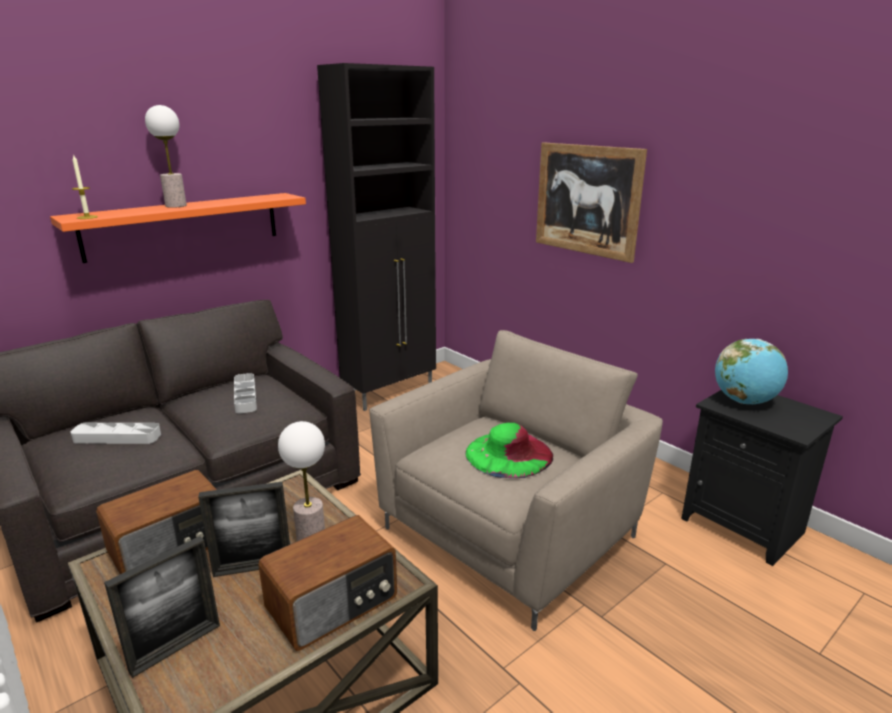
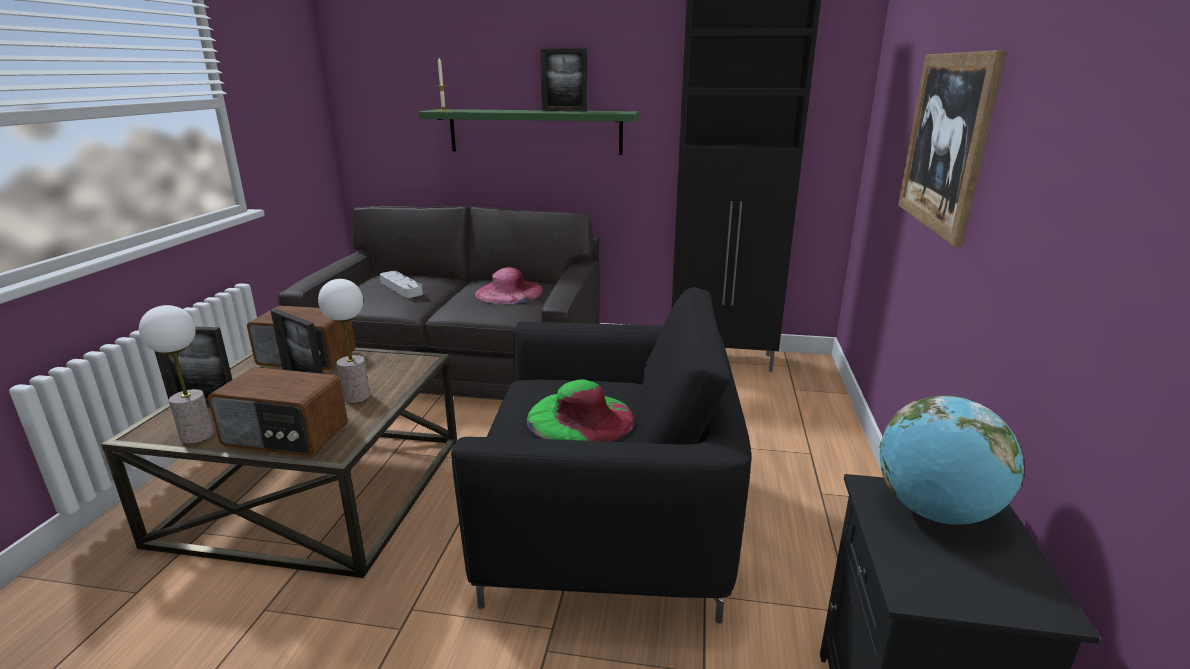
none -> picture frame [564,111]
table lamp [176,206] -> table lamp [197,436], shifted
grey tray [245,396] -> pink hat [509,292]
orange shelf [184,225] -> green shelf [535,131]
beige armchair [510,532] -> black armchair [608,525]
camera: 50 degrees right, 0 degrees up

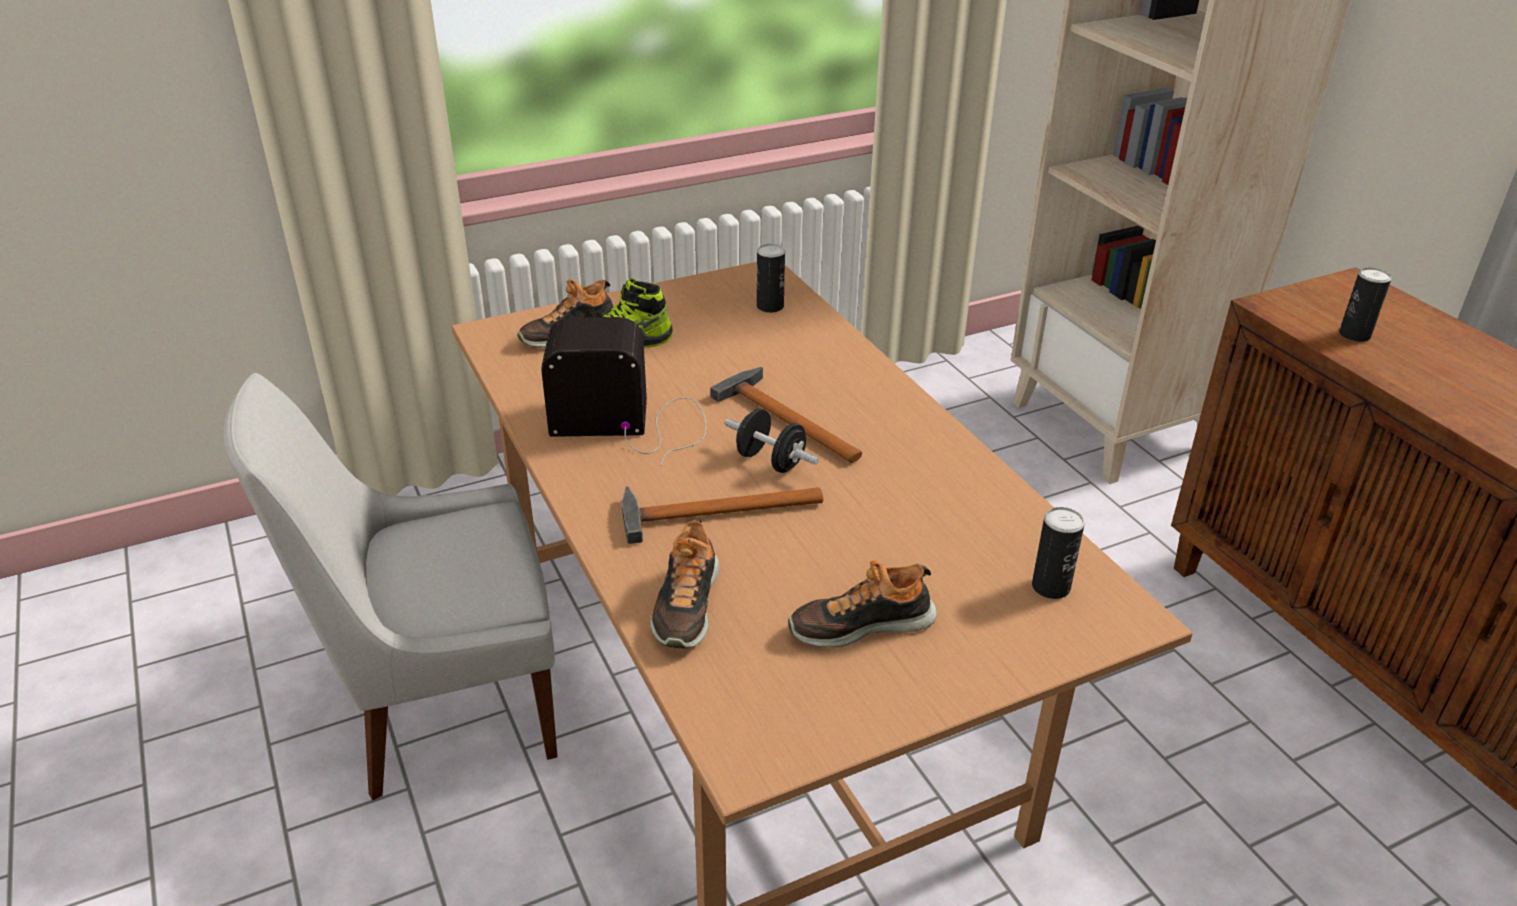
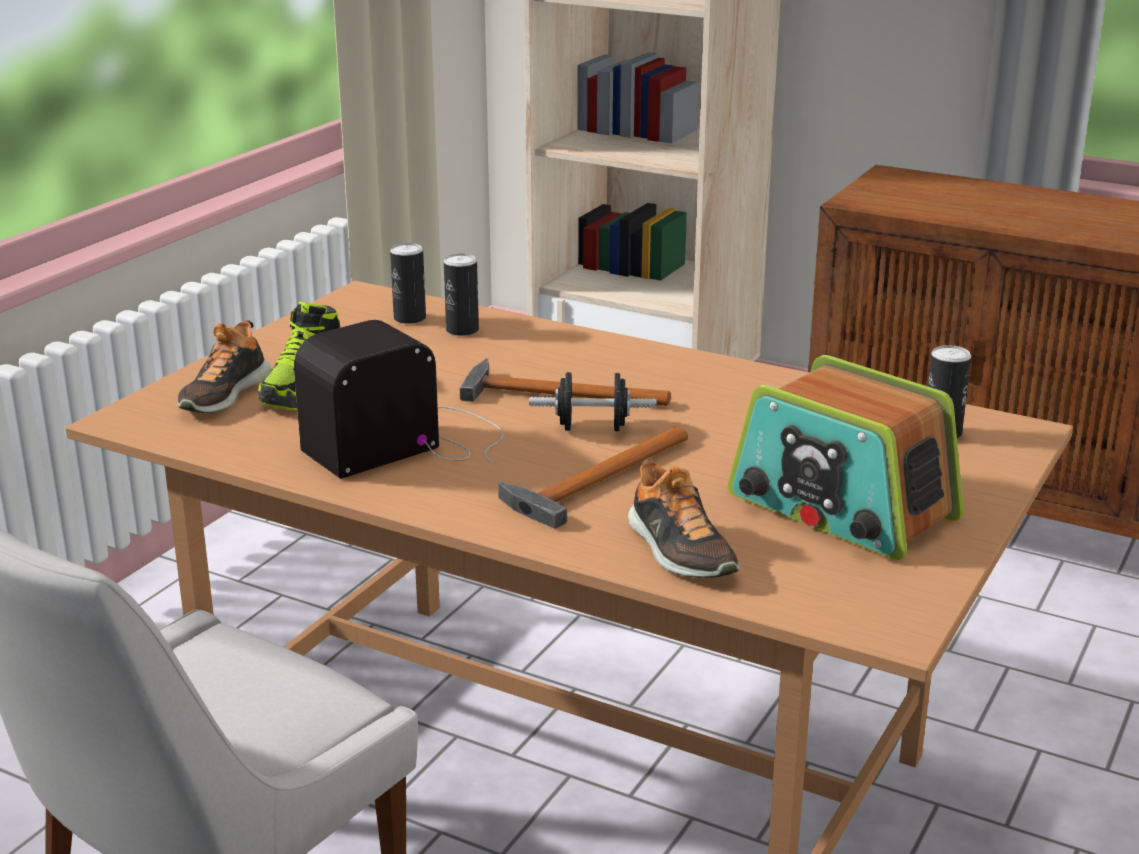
can [1354,335] -> can [462,330], shifted
shoe [861,624] -> radio [841,508]
camera: 35 degrees left, 10 degrees down

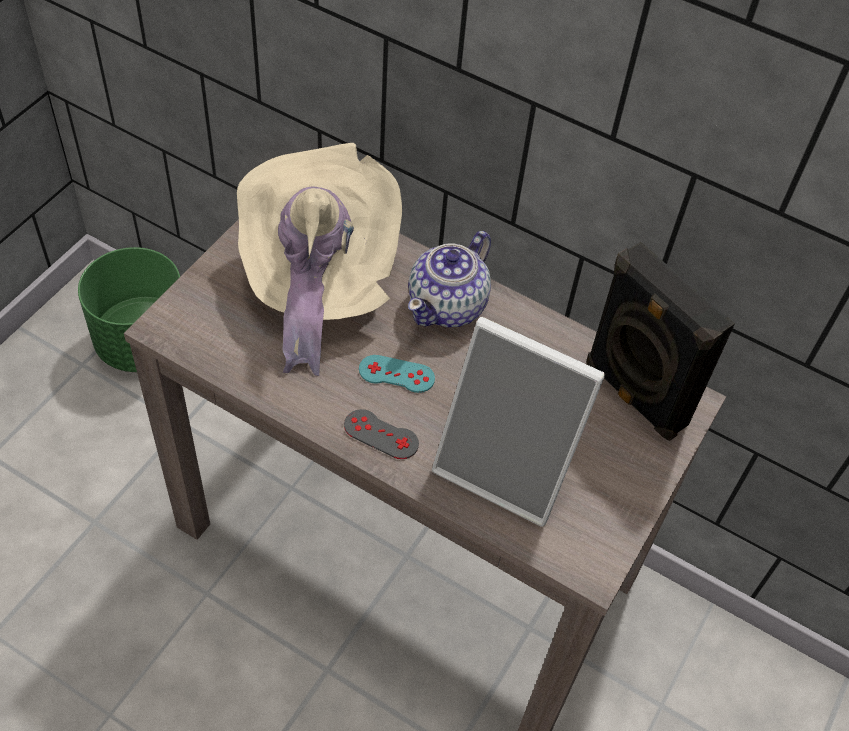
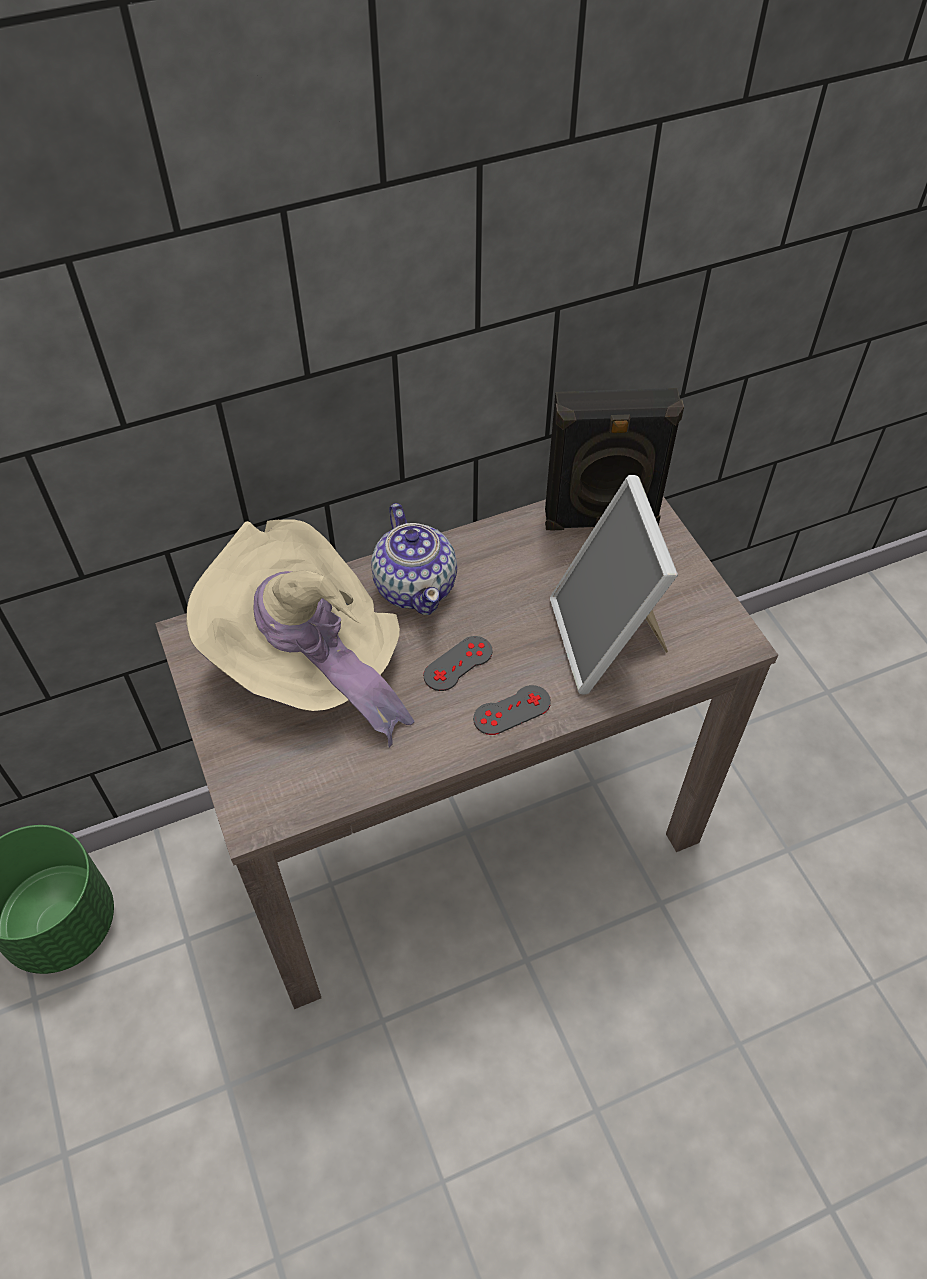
turquoise game controller [396,374] -> grey game controller [458,663]
picture frame [507,466] -> picture frame [607,640], 105 degrees clockwise
camera: 50 degrees left, 0 degrees up

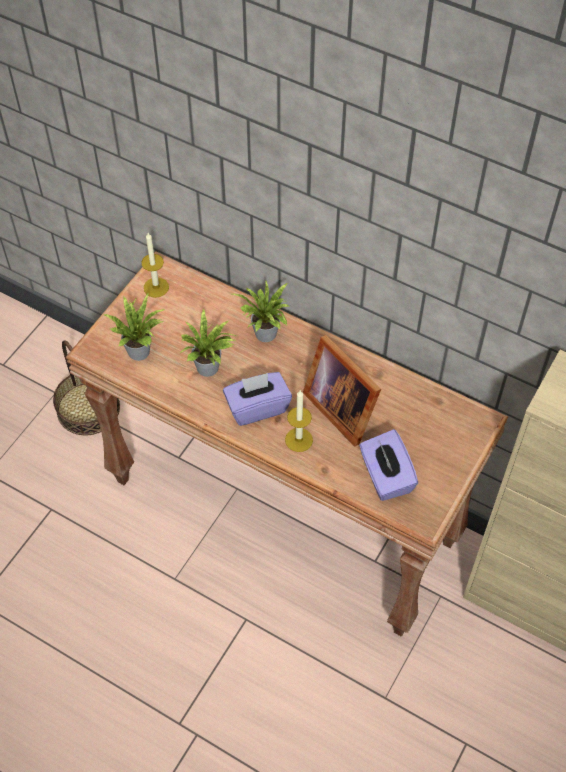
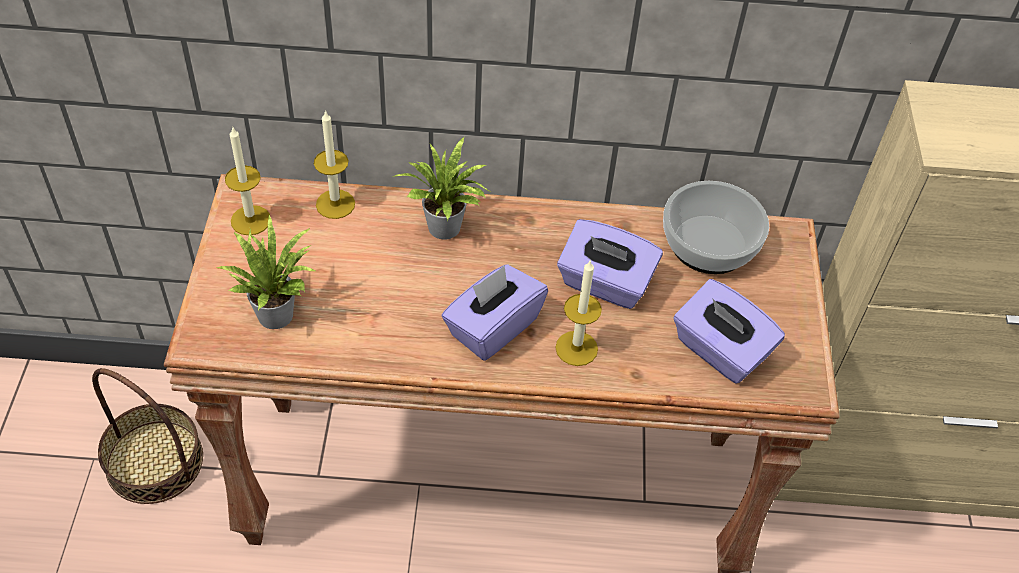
potted plant [210,369] -> none
none -> candle [335,204]
none -> bowl [708,243]
picture frame [341,406] -> purple tissue box [605,283]
camera: 30 degrees left, 5 degrees down

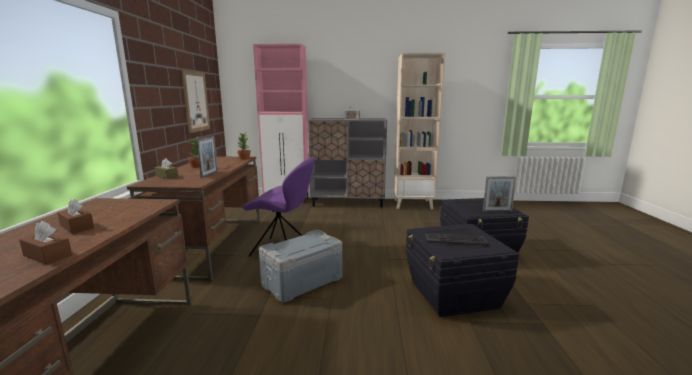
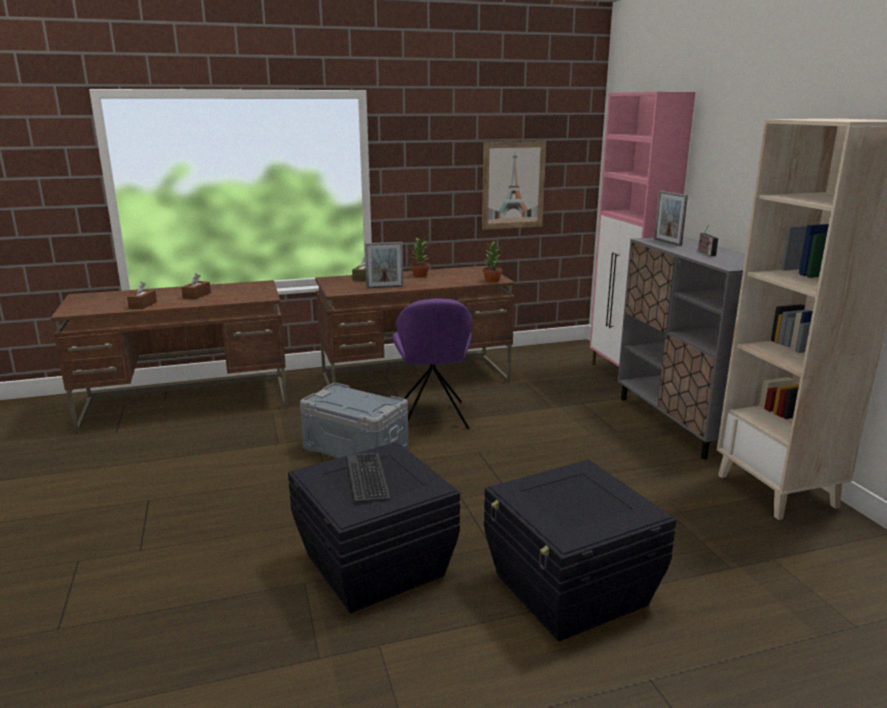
picture frame [497,211] -> picture frame [667,242], shifted
camera: 70 degrees right, 5 degrees up

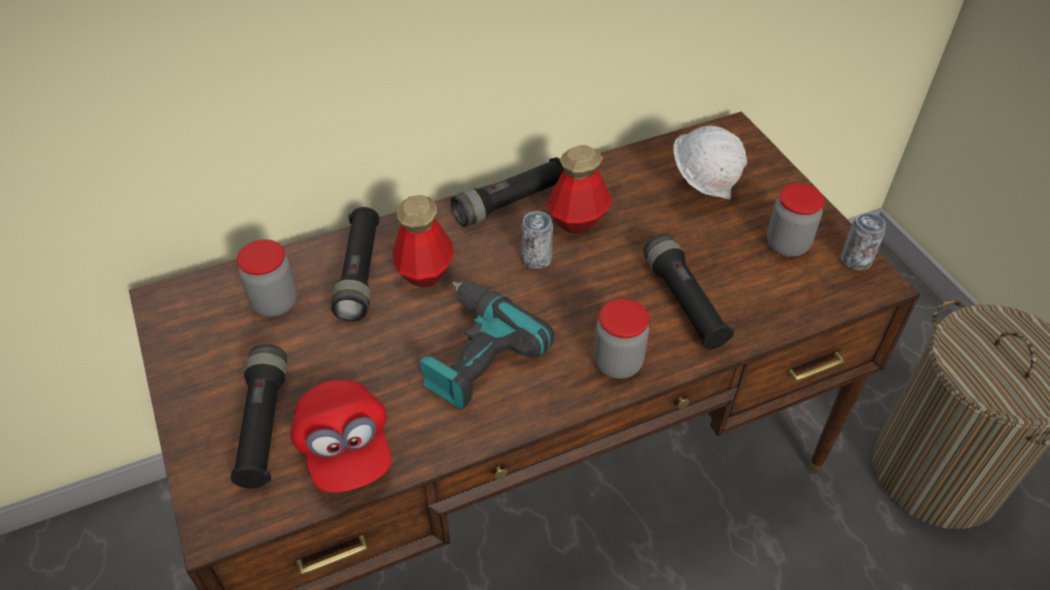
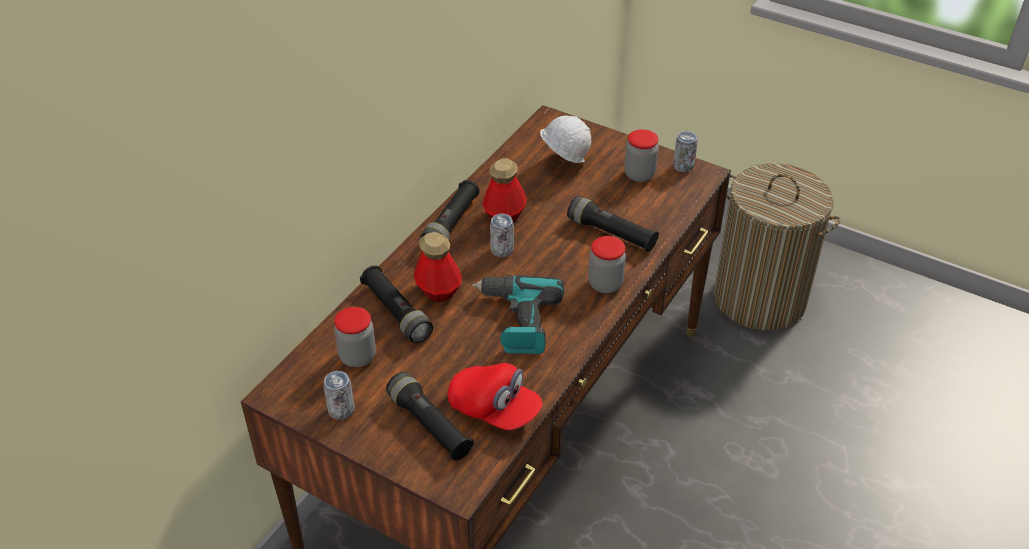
none -> can [341,410]
camera: 35 degrees left, 5 degrees down

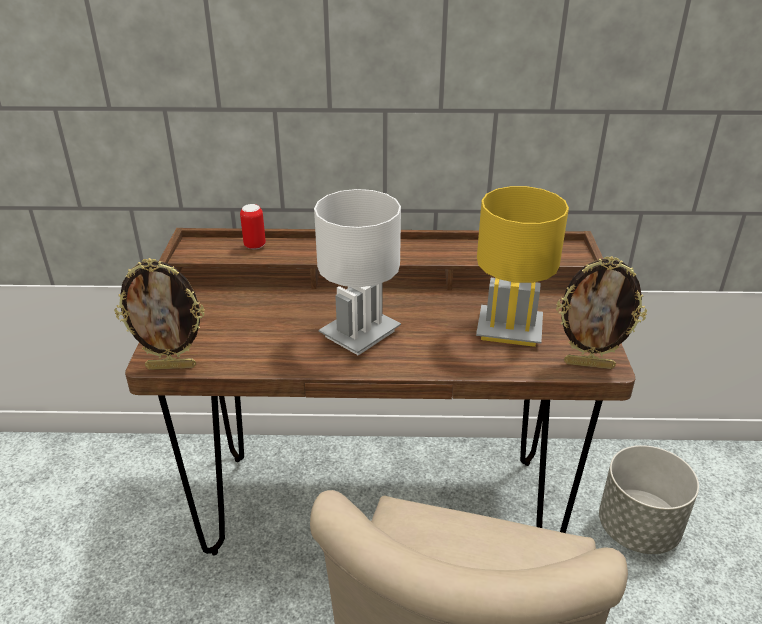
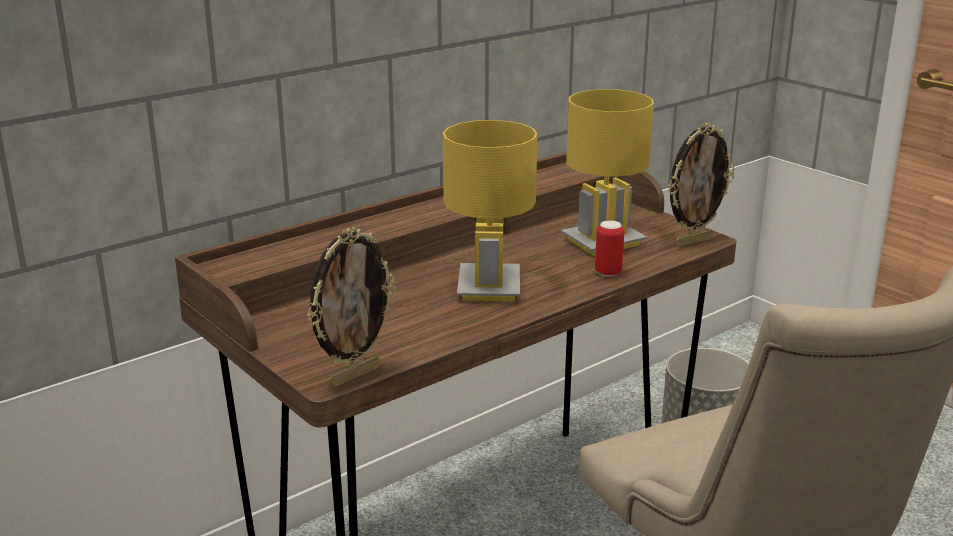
can [255,246] -> can [608,273], shifted
white table lamp [359,334] -> yellow table lamp [488,287]
camera: 40 degrees left, 10 degrees down

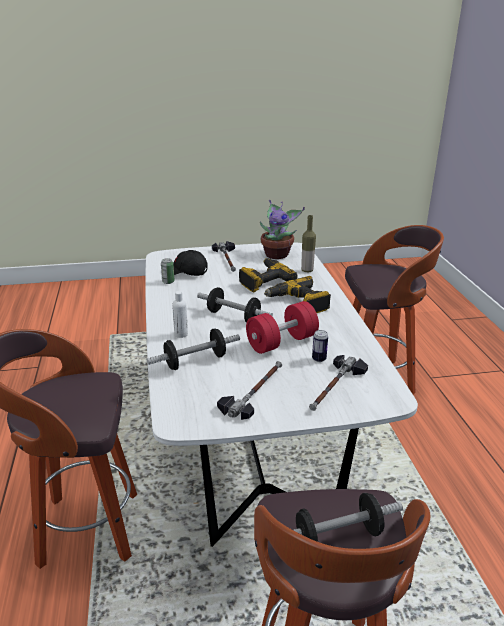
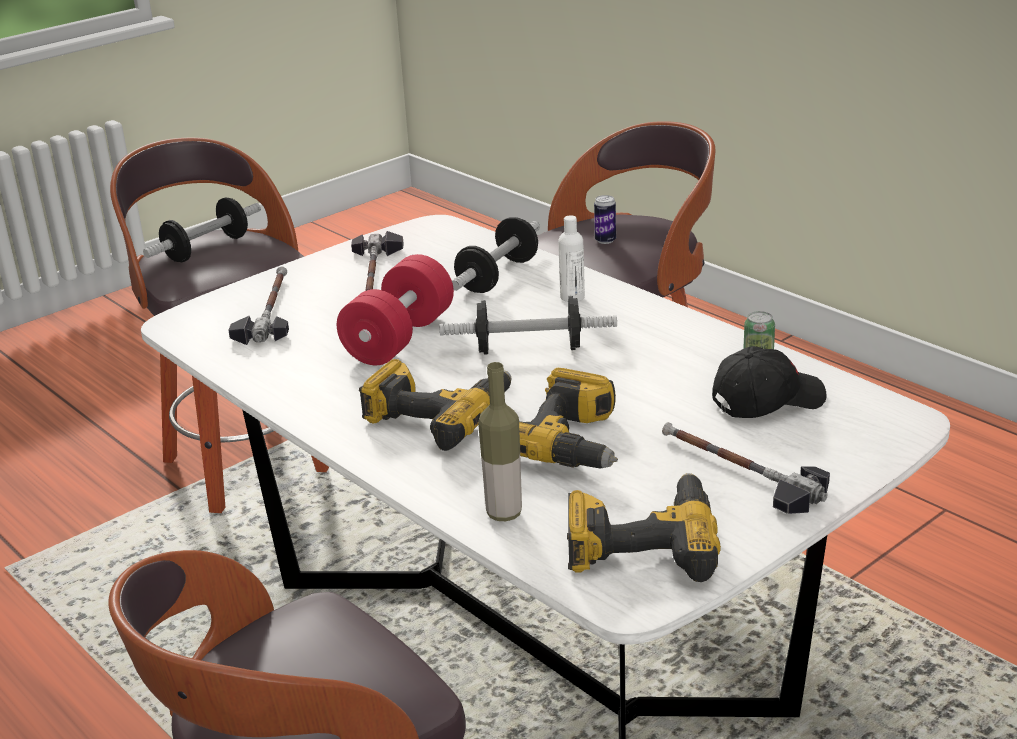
can [319,359] -> can [605,240], shifted
potted plant [278,254] -> power drill [641,543]
camera: 150 degrees right, 0 degrees up

